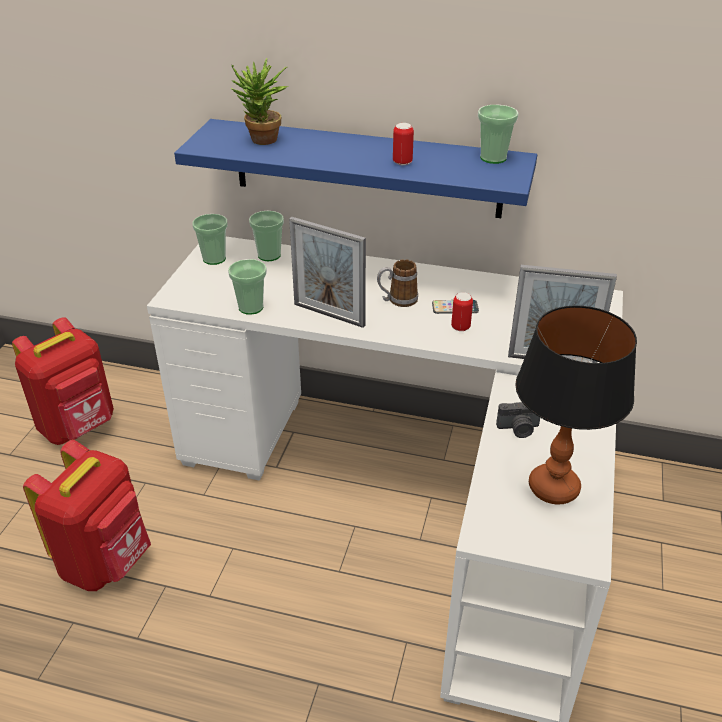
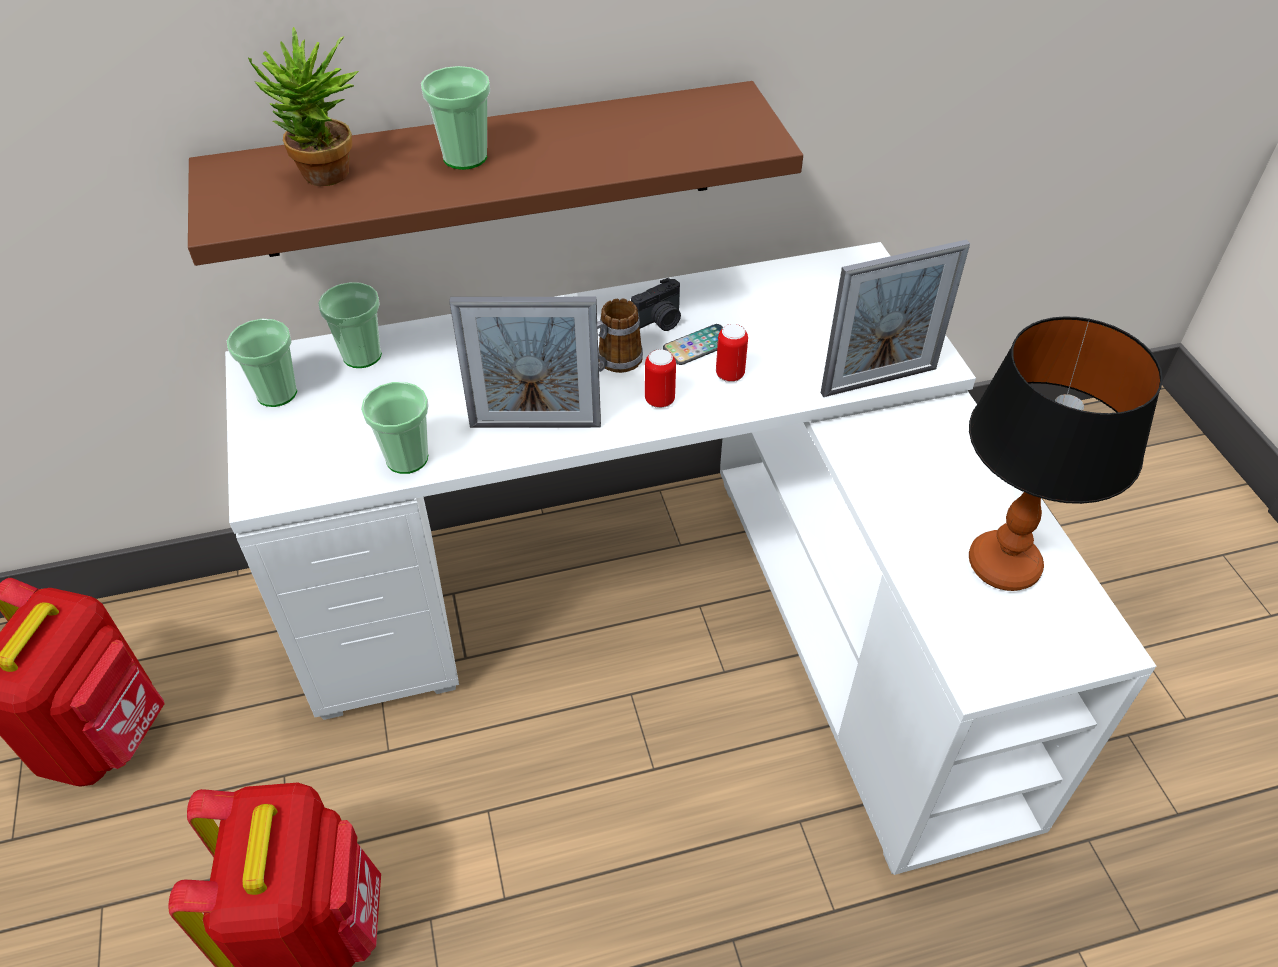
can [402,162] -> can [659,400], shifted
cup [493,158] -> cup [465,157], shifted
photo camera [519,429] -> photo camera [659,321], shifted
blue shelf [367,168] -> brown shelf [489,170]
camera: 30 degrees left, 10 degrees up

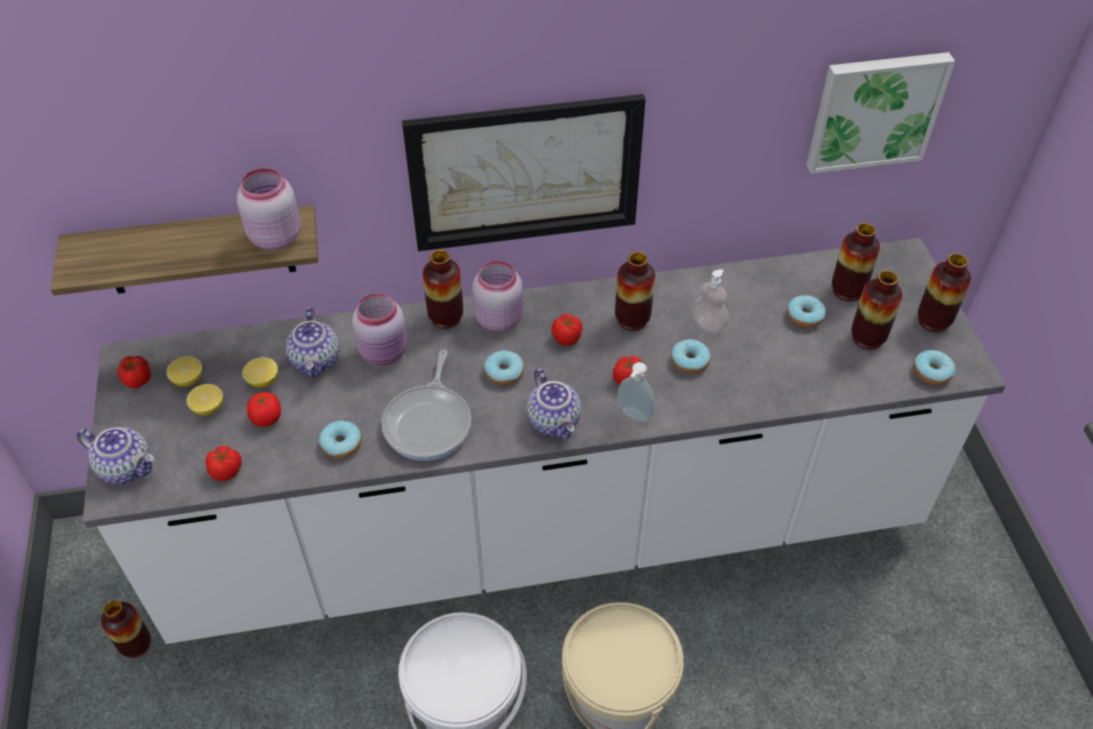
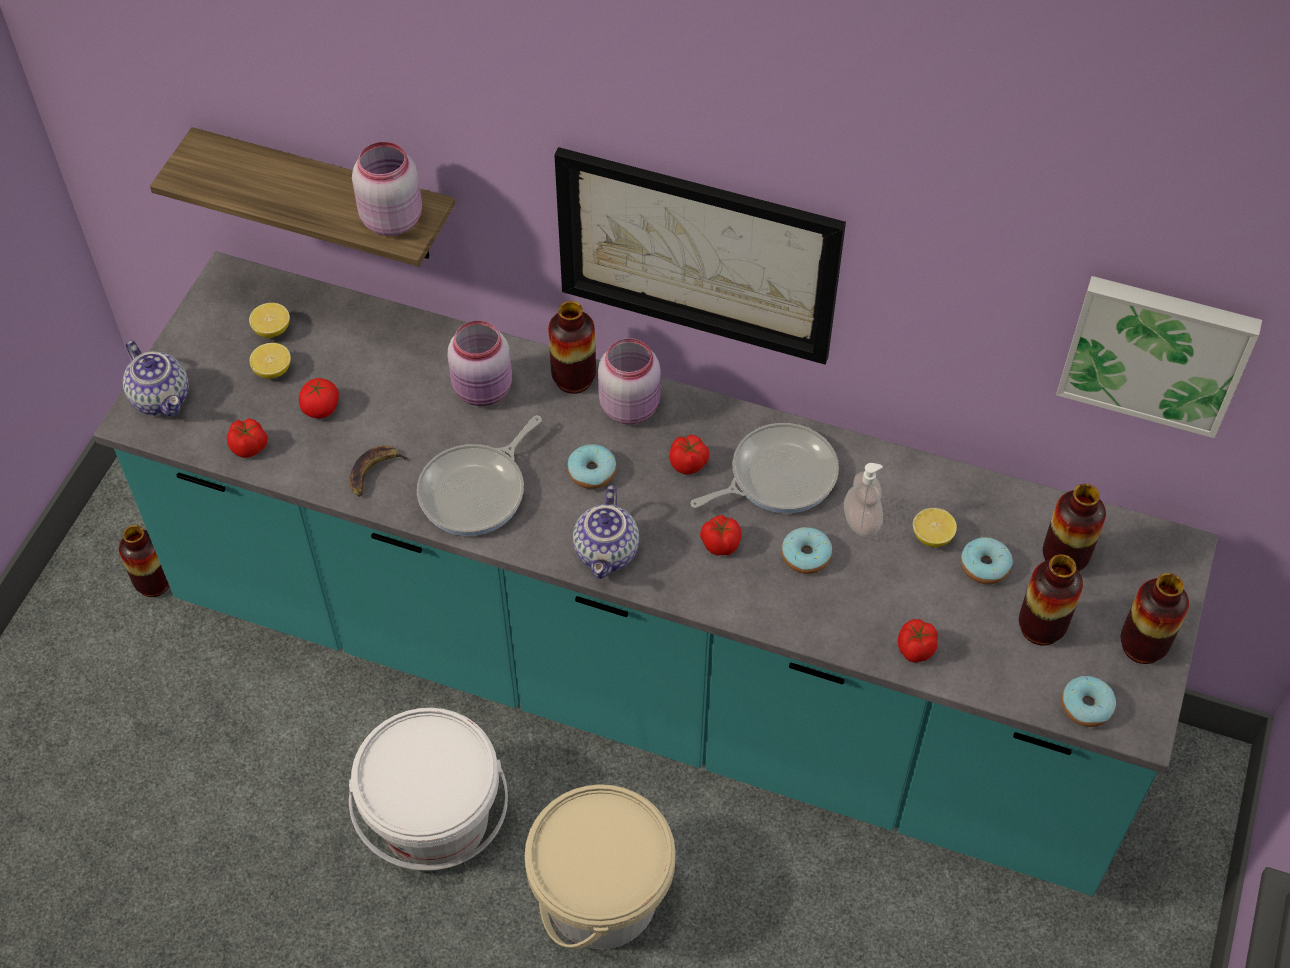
teapot [316,360] -> none
soap dispenser [633,416] -> none
tomato [137,380] -> tomato [915,650], shifted
lemon [263,380] -> lemon [932,537], shifted
donut [341,444] -> banana [375,472]
vase [632,320] -> frying pan [777,476]
white counter [546,528] -> turquoise counter [645,673]
camera: 30 degrees right, 5 degrees up

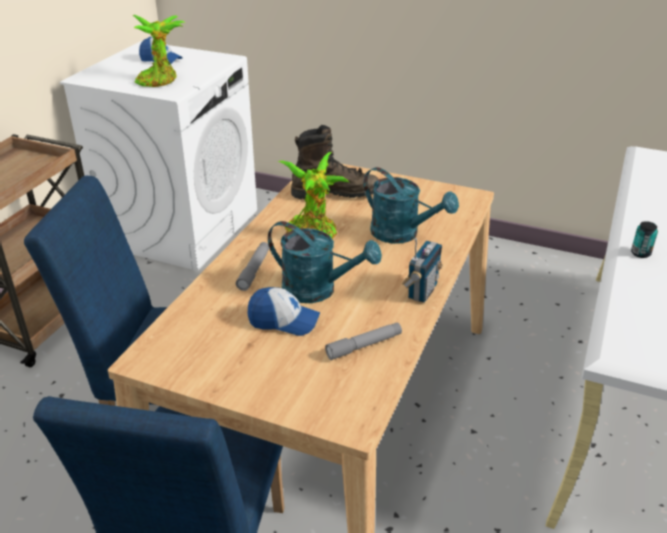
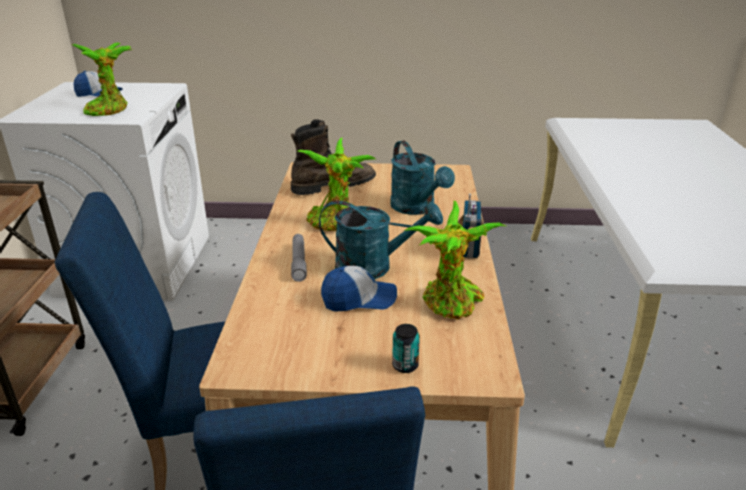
can [640,253] -> can [405,365], shifted
grey flashlight [364,346] -> potted plant [451,305]
turquoise watering can [402,234] -> turquoise watering can [417,208], 45 degrees clockwise
camera: 20 degrees left, 5 degrees down

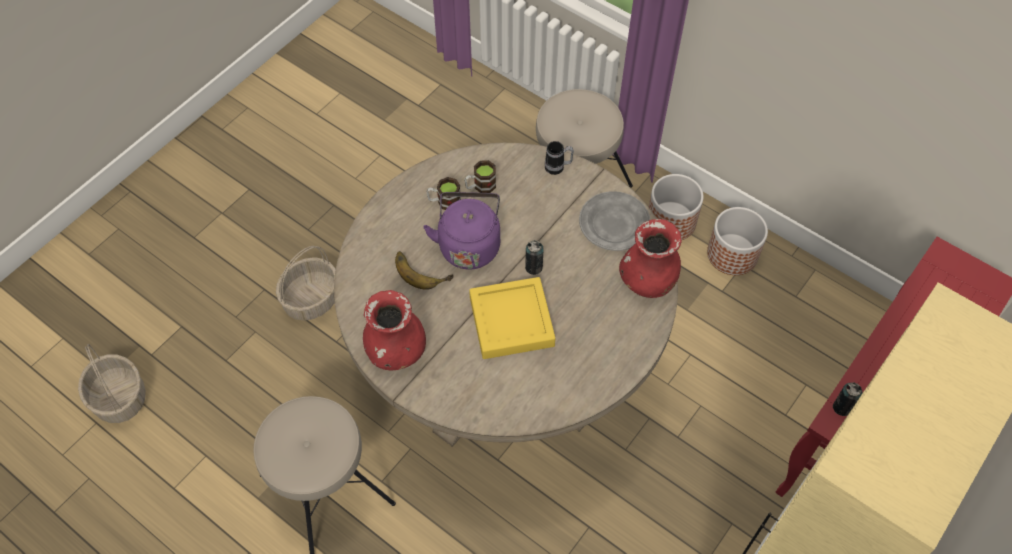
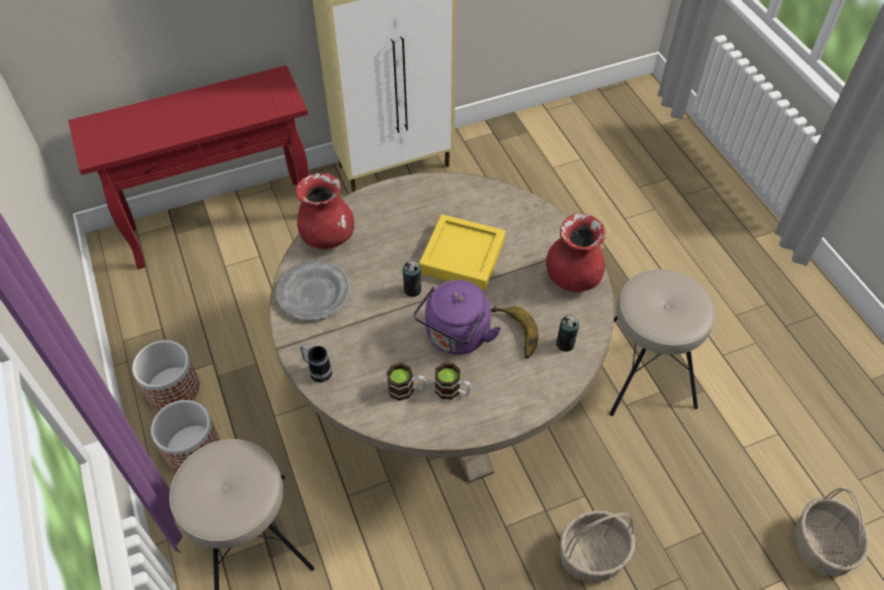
can [842,407] -> can [565,344], shifted
camera: 150 degrees left, 5 degrees down

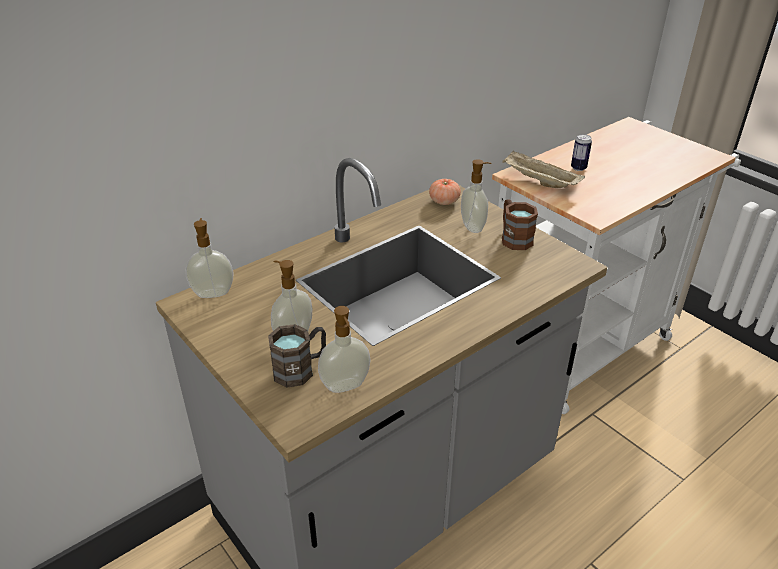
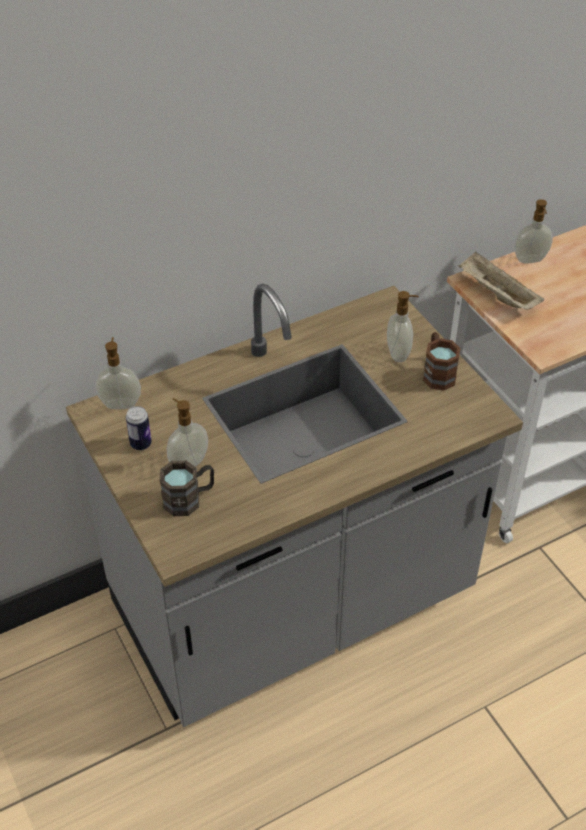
tomato [444,201] -> none
soap dispenser [346,386] -> soap dispenser [530,260], shifted
can [578,168] -> can [141,444], shifted
camera: 10 degrees right, 10 degrees up

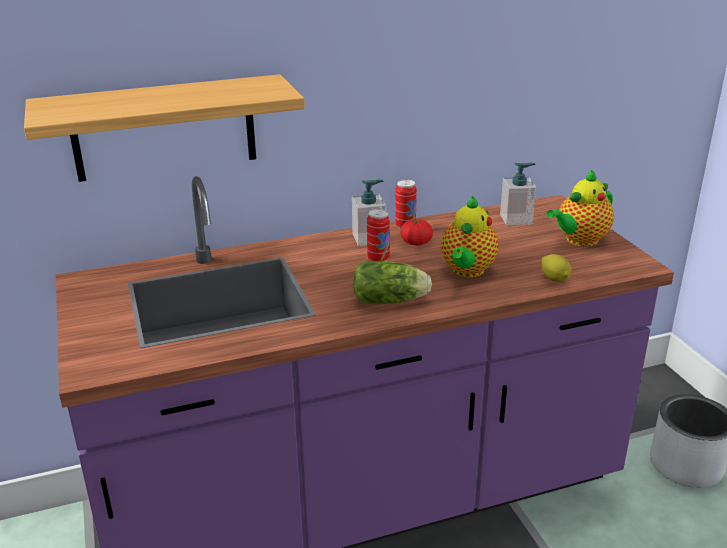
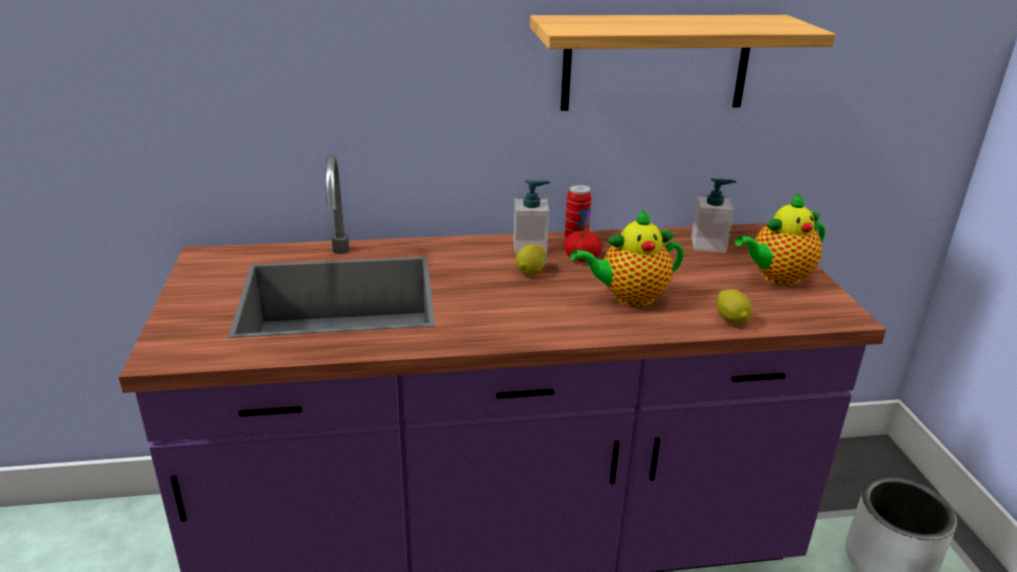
lettuce [392,301] -> none
shelf [164,128] -> shelf [656,62], shifted
can [378,259] -> lemon [531,272]
teapot [467,271] -> teapot [629,297], 45 degrees clockwise
camera: 10 degrees right, 0 degrees up

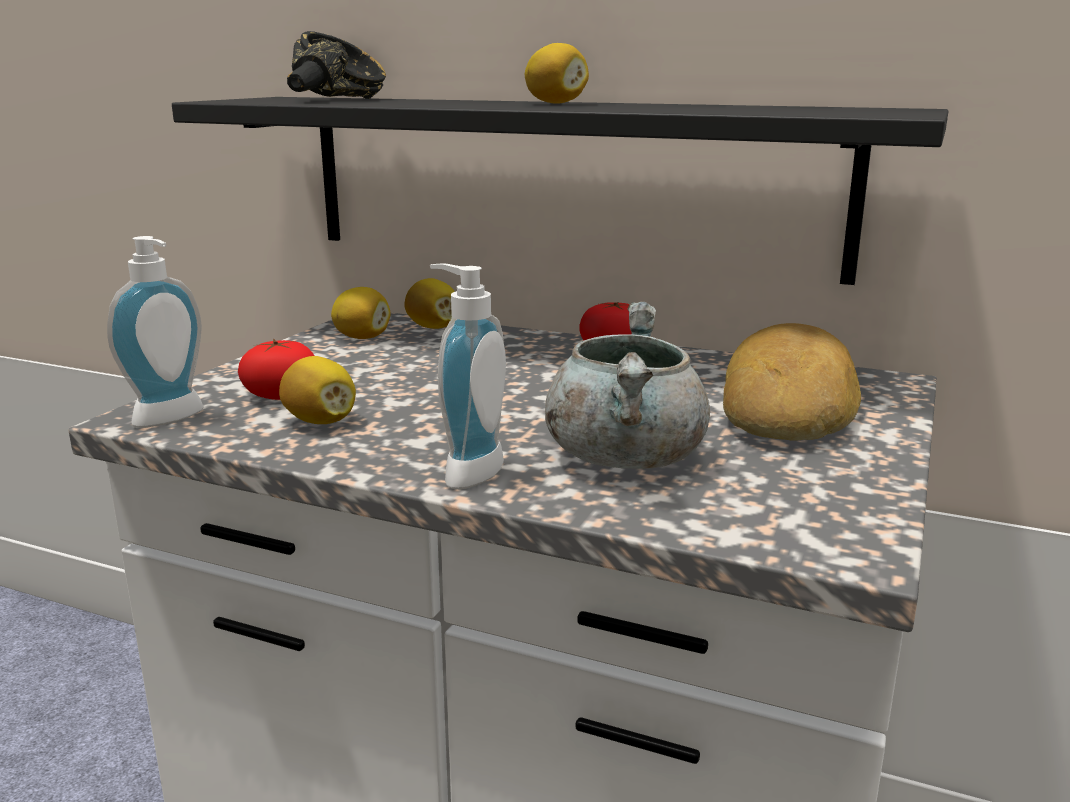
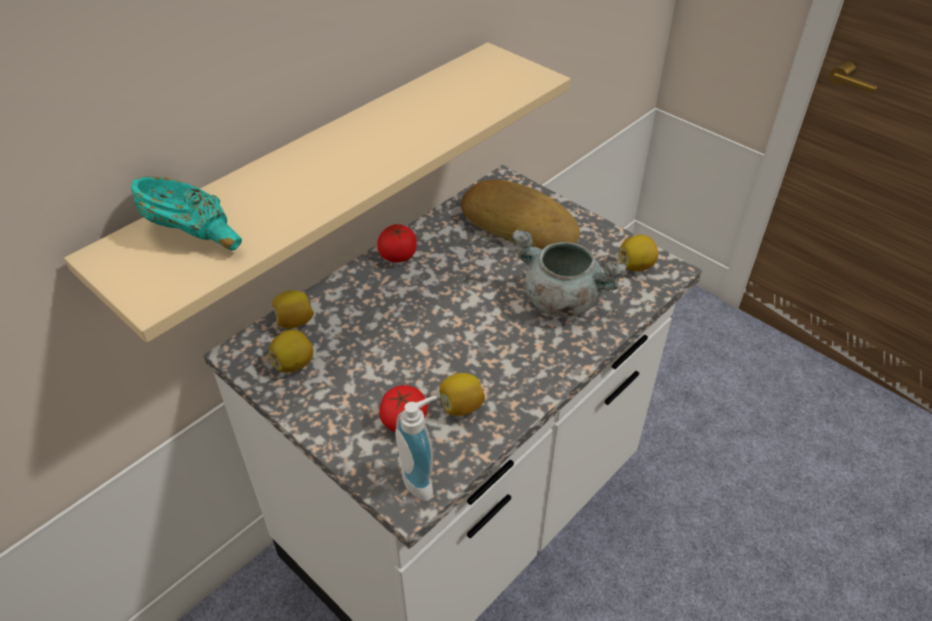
soap dispenser [466,471] -> none
lemon [555,103] -> lemon [636,266], shifted
black shelf [564,182] -> beige shelf [319,179]
black bowl [334,99] -> turquoise bowl [200,231]
camera: 70 degrees left, 25 degrees up

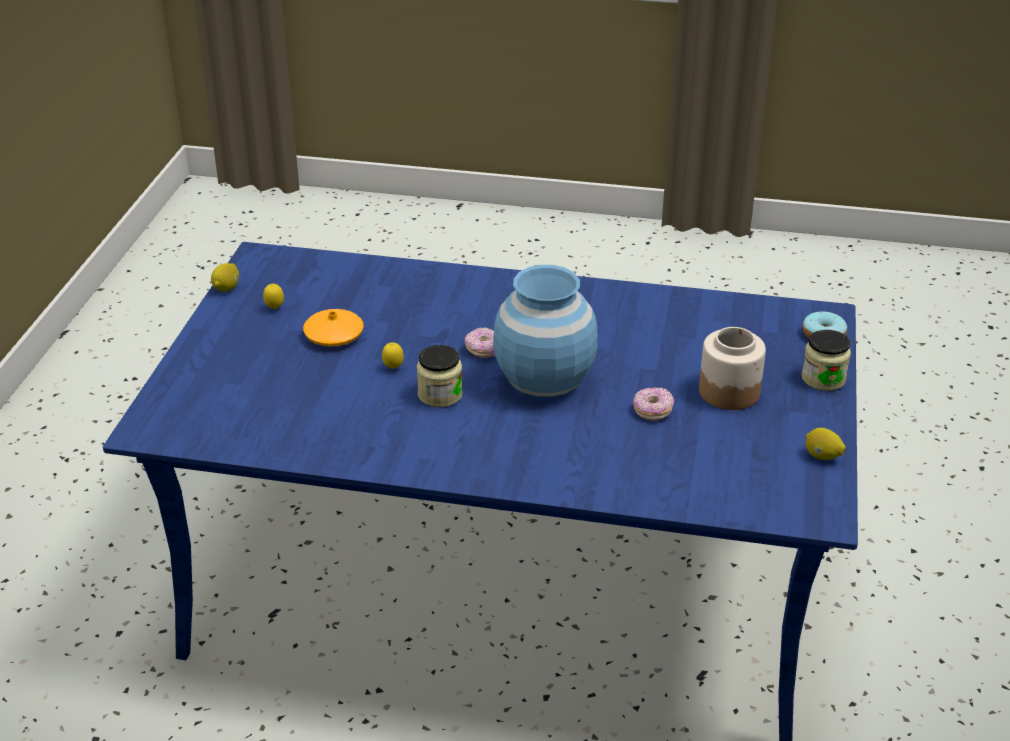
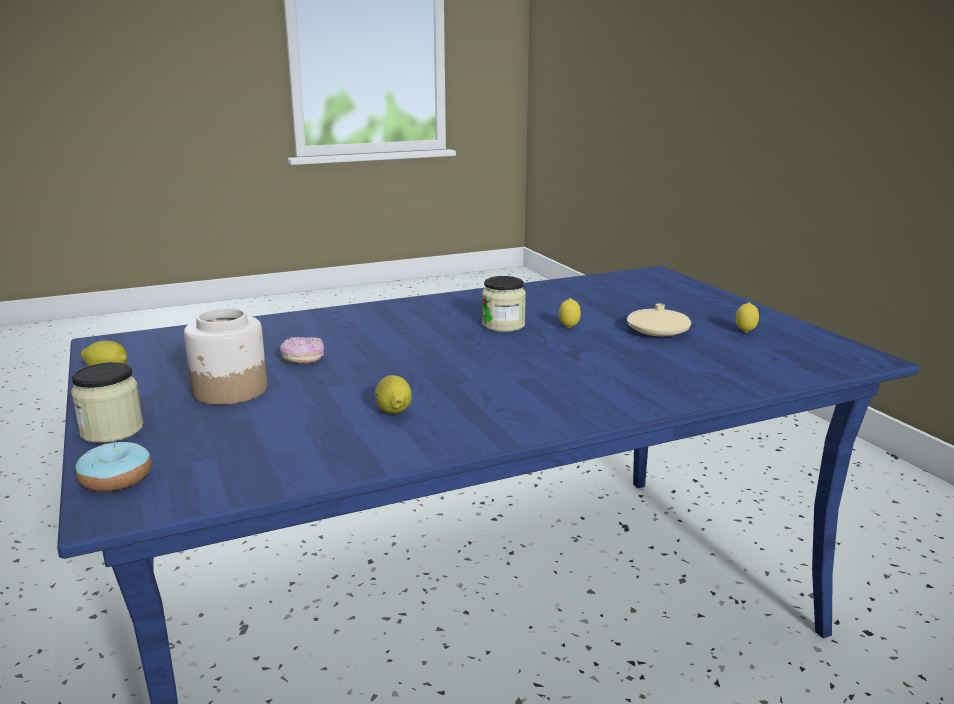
donut [483,350] -> none
blue vase [545,382] -> none
lemon [227,288] -> lemon [393,412], shifted
orange vase [334,335] -> beige vase [657,331]
camera: 145 degrees right, 15 degrees down

